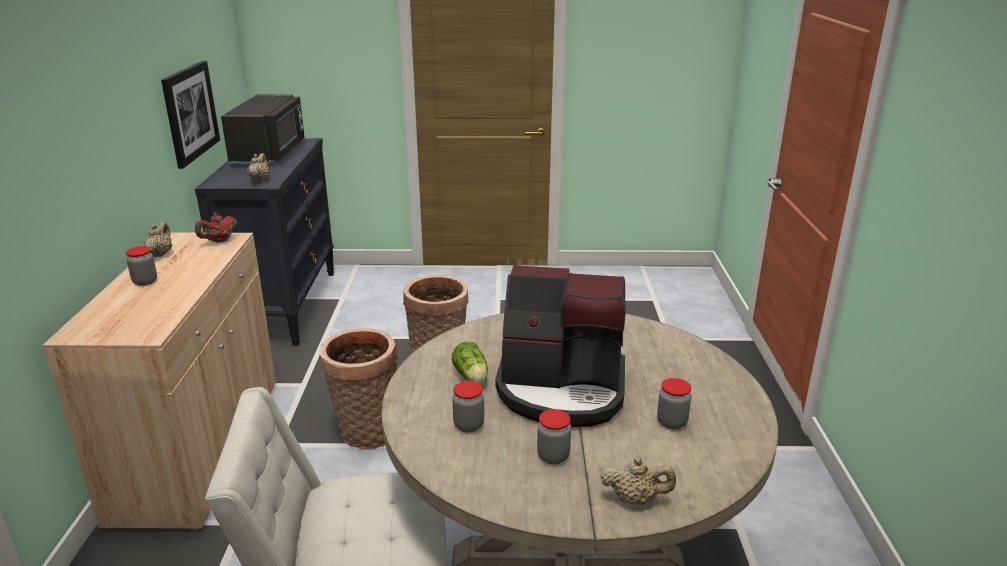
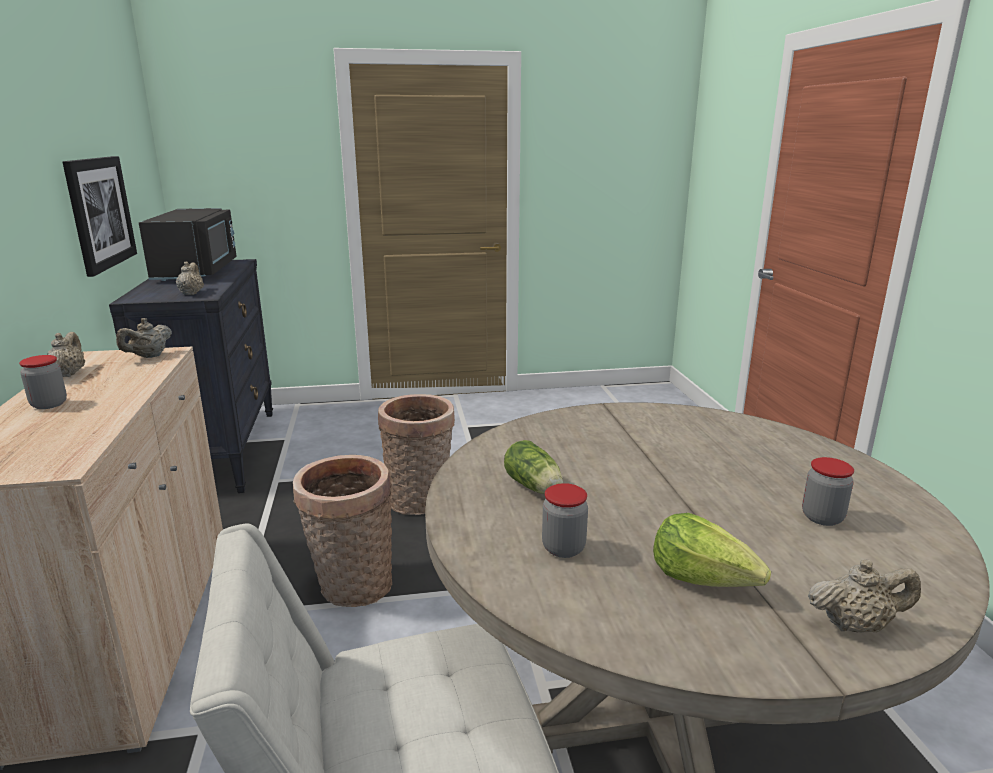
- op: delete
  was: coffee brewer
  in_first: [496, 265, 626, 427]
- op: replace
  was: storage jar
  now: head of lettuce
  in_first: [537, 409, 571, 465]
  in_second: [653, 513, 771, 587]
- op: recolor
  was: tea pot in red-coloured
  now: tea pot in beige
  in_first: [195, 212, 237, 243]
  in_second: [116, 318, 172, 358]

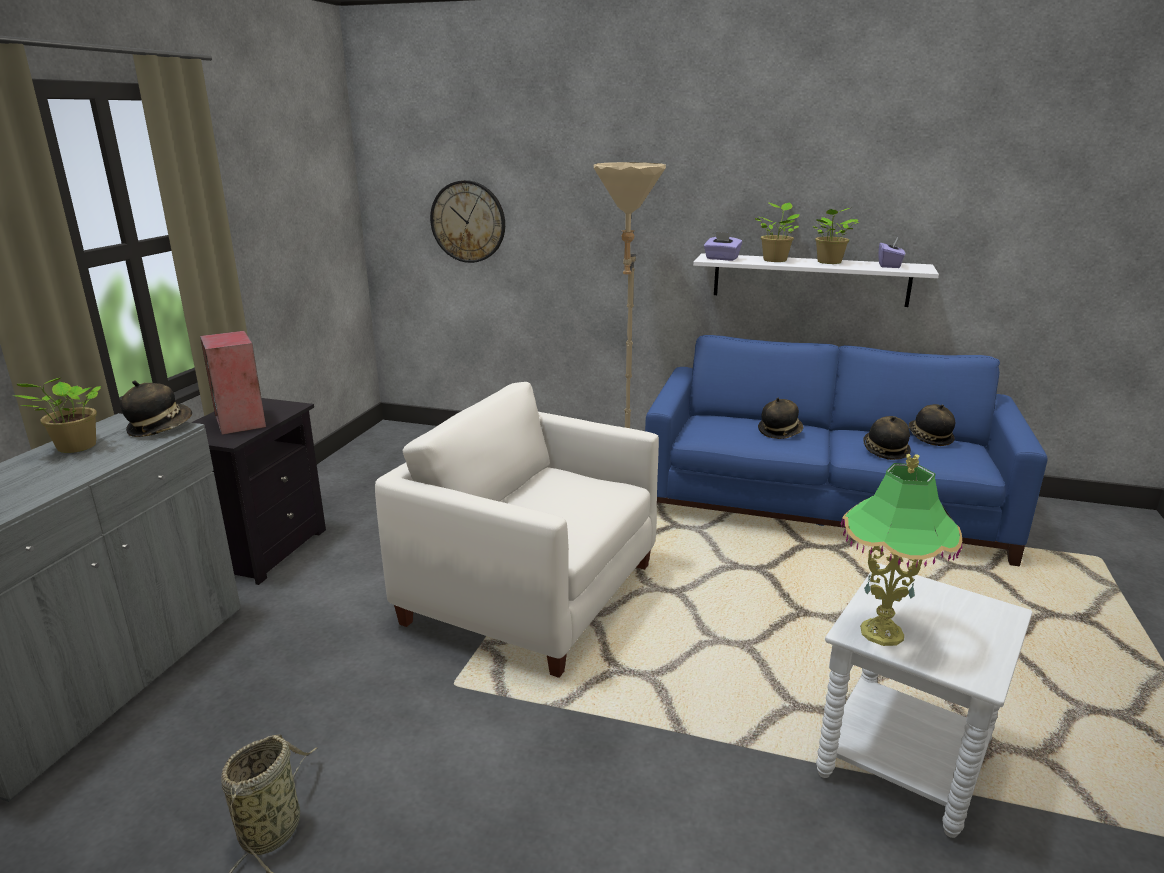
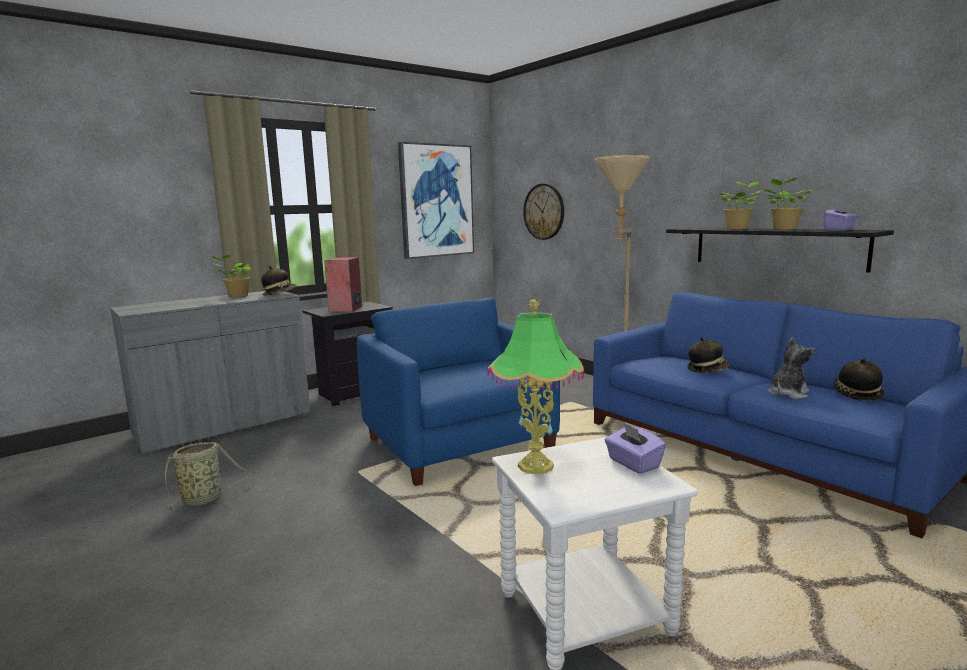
- op: insert
  now: wall picture
  in_second: [398, 142, 474, 259]
- op: move
  was: tissue holder in purplish
  in_first: [704, 232, 743, 261]
  in_second: [605, 422, 666, 474]
- op: replace
  was: hat
  now: soft toy
  in_first: [863, 416, 911, 460]
  in_second: [768, 337, 815, 399]
- op: recolor
  was: lounge chair in white
  now: lounge chair in bluish
  in_first: [375, 382, 659, 678]
  in_second: [357, 298, 560, 486]
- op: recolor
  was: wall shelf in white
  now: wall shelf in blackish
  in_first: [693, 253, 939, 307]
  in_second: [666, 228, 894, 273]

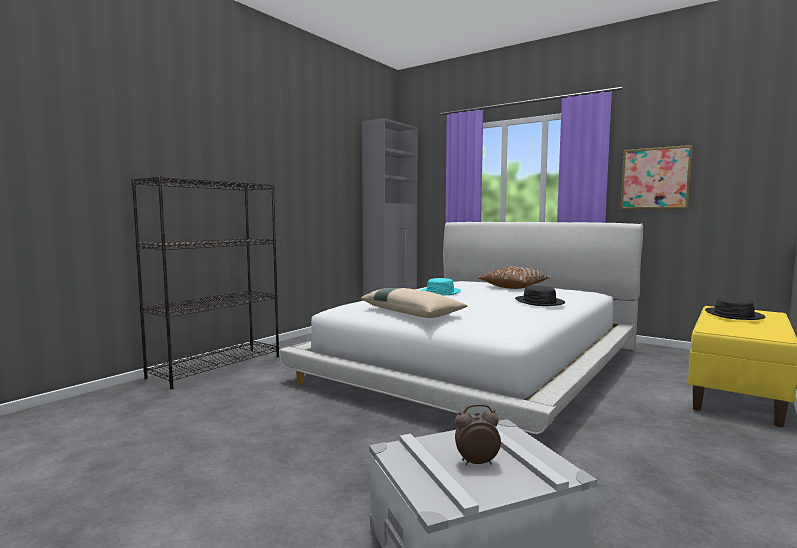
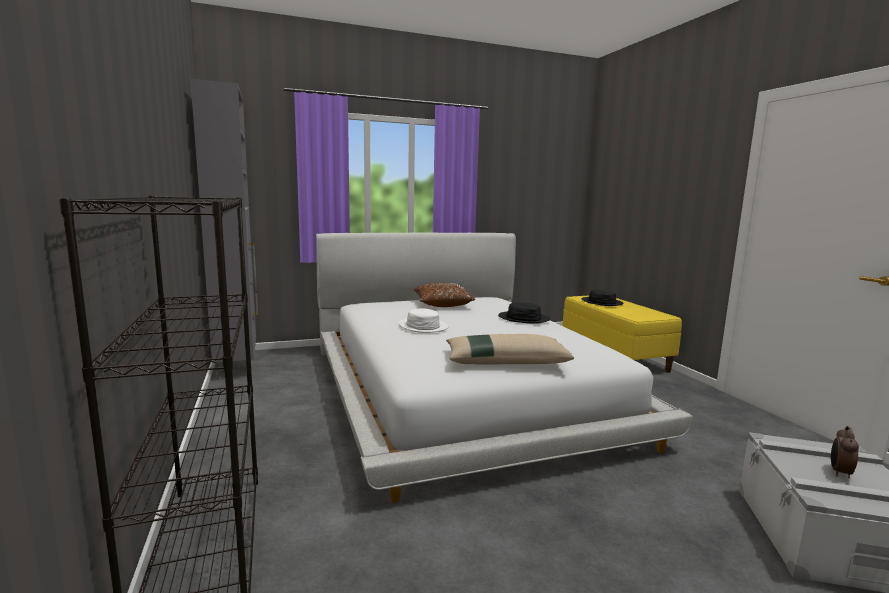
- op: delete
  was: wall picture
  in_first: [621, 145, 693, 209]
- op: recolor
  was: hat in turquoise
  now: hat in white
  in_first: [421, 278, 461, 296]
  in_second: [398, 308, 448, 333]

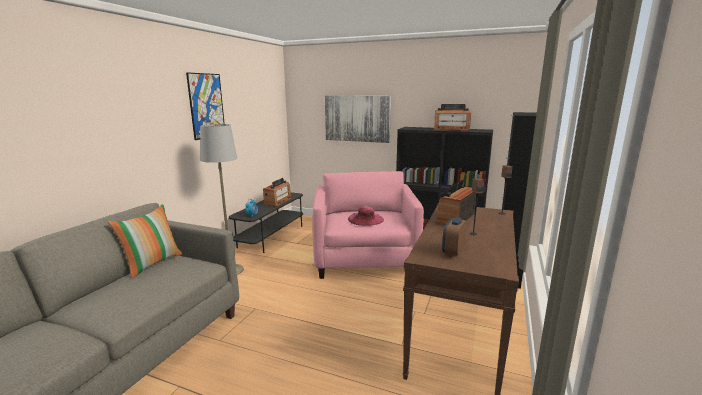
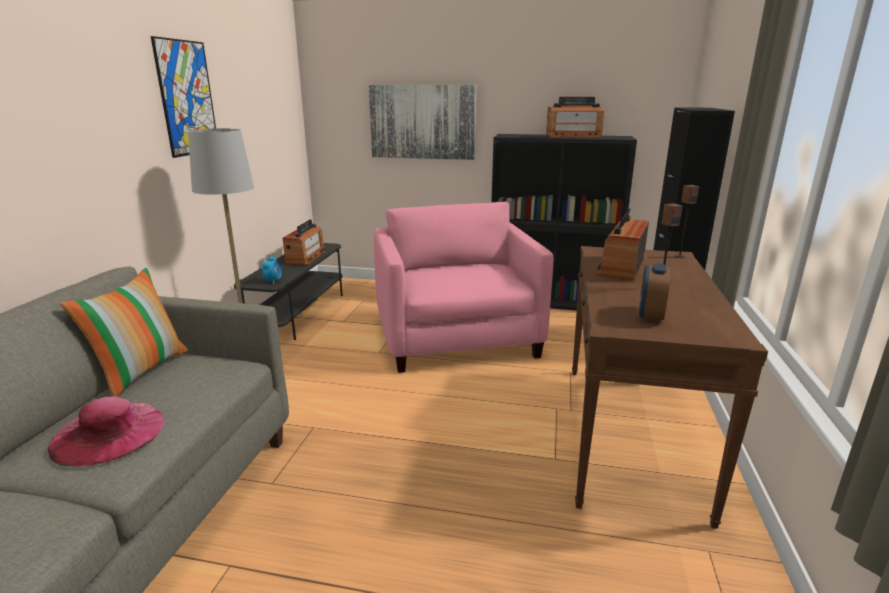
- op: move
  was: hat in pinkish
  in_first: [348, 206, 384, 226]
  in_second: [48, 397, 165, 466]

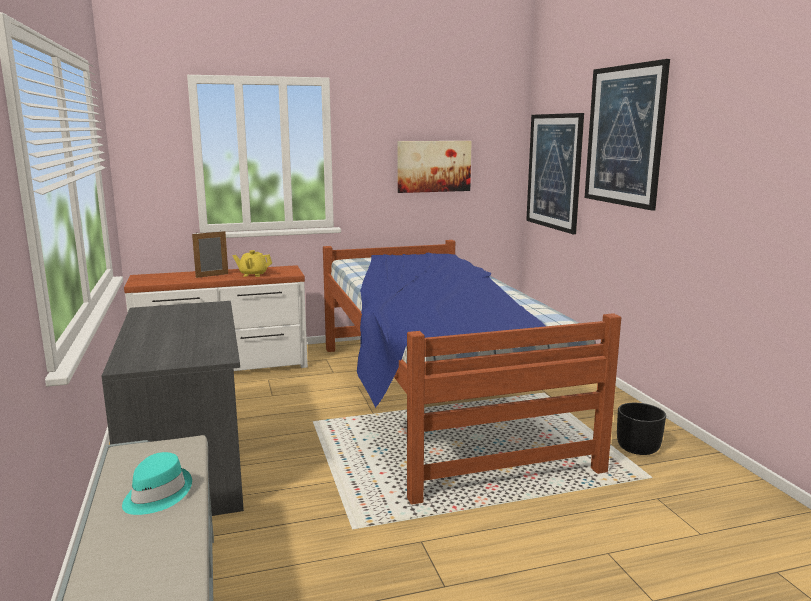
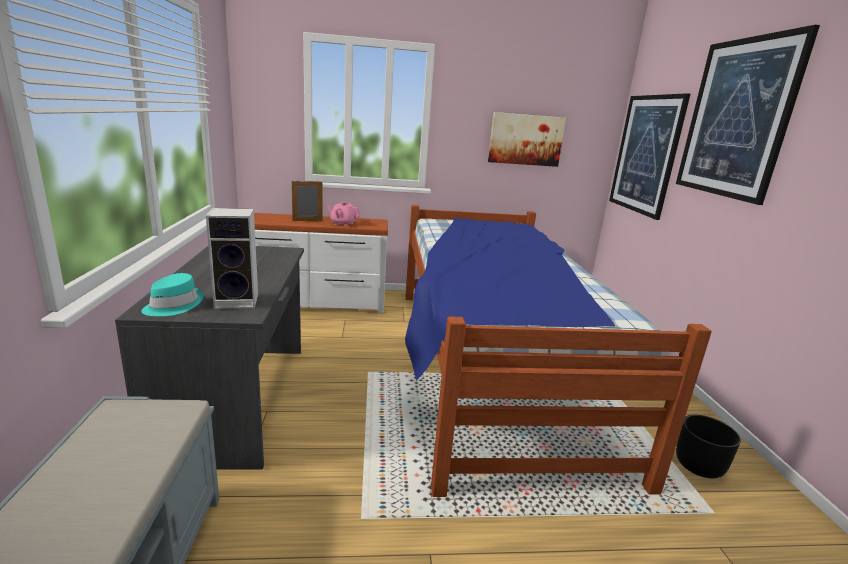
- op: insert
  now: loudspeaker
  in_second: [206, 208, 258, 309]
- op: move
  was: hat in turquoise
  in_first: [122, 452, 192, 515]
  in_second: [141, 273, 204, 316]
- op: recolor
  was: tea pot in yellow
  now: tea pot in pinkish
  in_first: [233, 250, 272, 277]
  in_second: [327, 202, 361, 227]

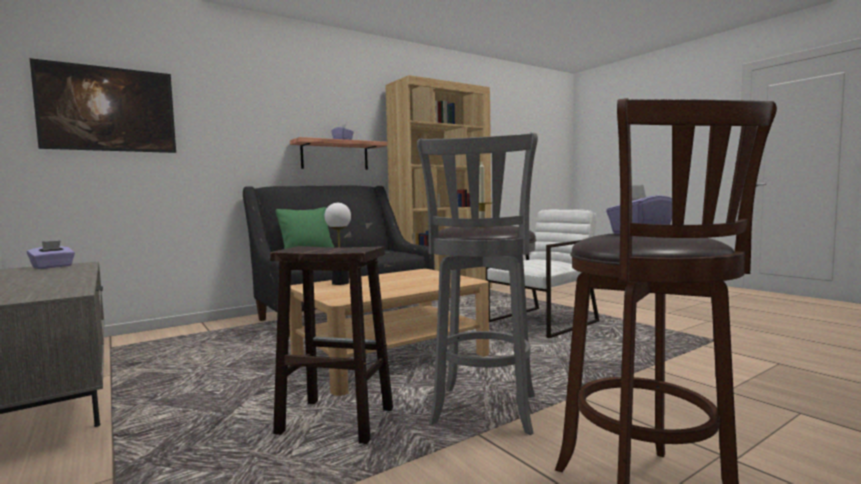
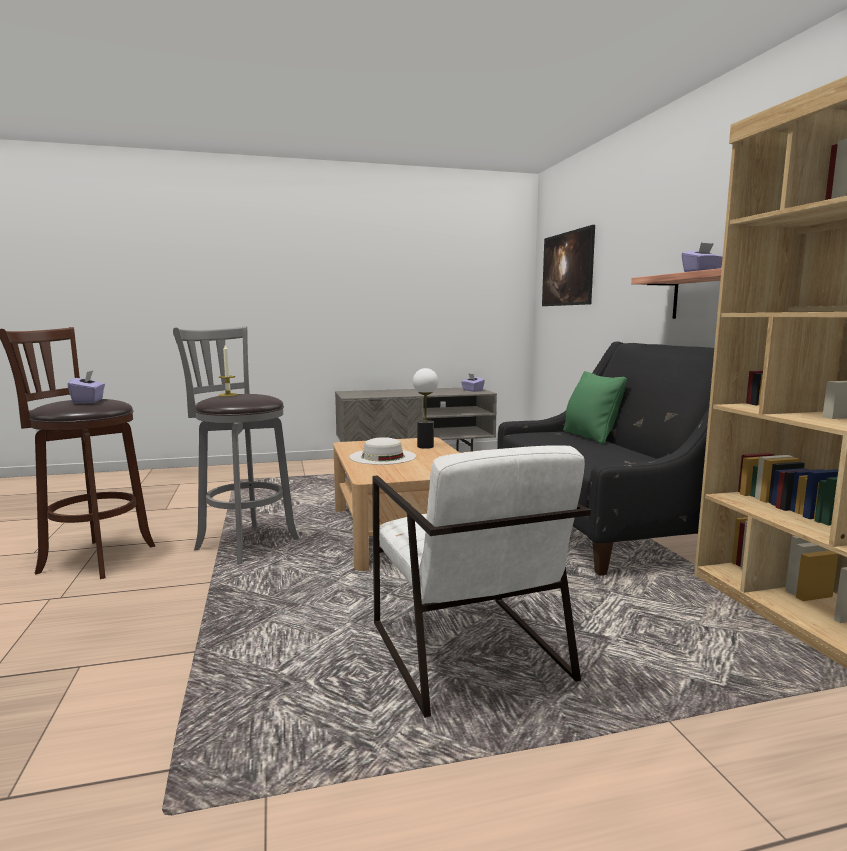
- op: delete
  was: stool in brown
  in_first: [270, 246, 393, 444]
- op: insert
  now: hat in white
  in_second: [349, 437, 416, 465]

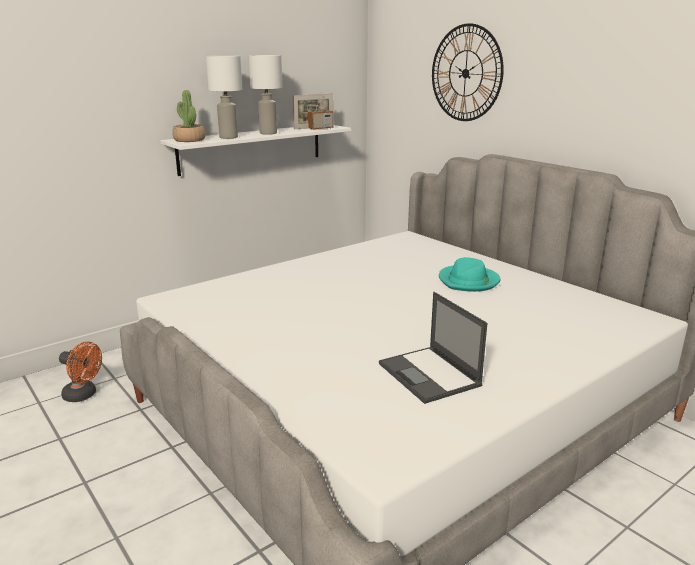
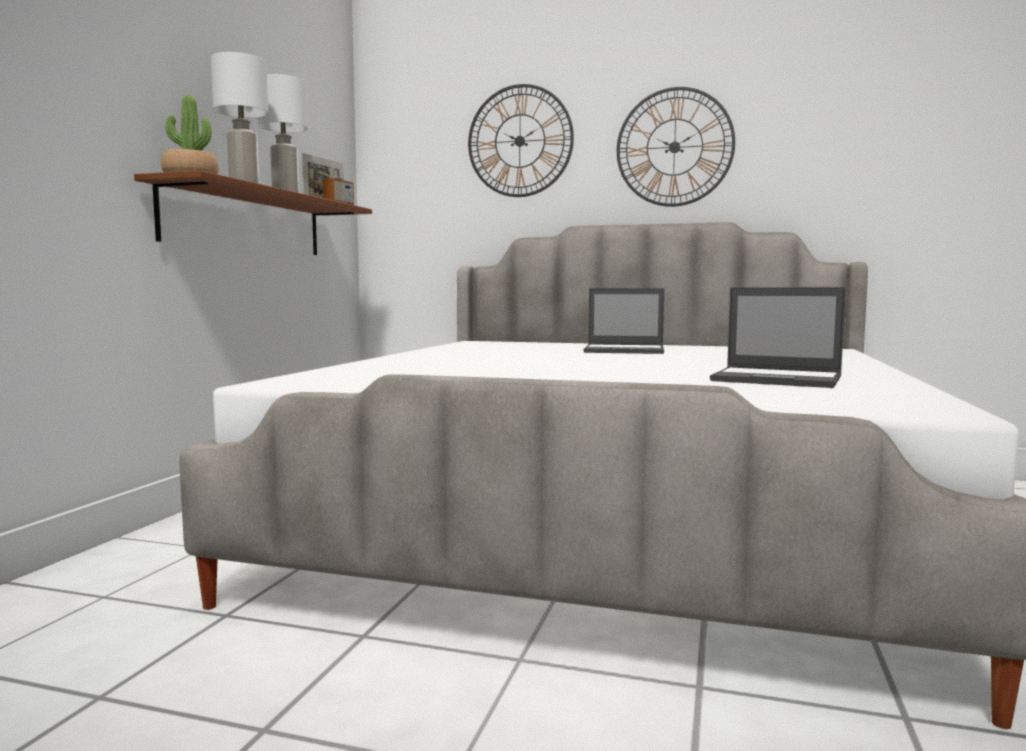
- op: delete
  was: cooling fan in orange
  in_first: [59, 342, 102, 402]
- op: insert
  now: hanging clock
  in_second: [617, 87, 735, 207]
- op: replace
  was: hat in turquoise
  now: laptop
  in_first: [439, 257, 500, 292]
  in_second: [583, 288, 664, 354]
- op: recolor
  was: wall shelf in white
  now: wall shelf in brown
  in_first: [160, 125, 351, 176]
  in_second: [134, 170, 372, 255]

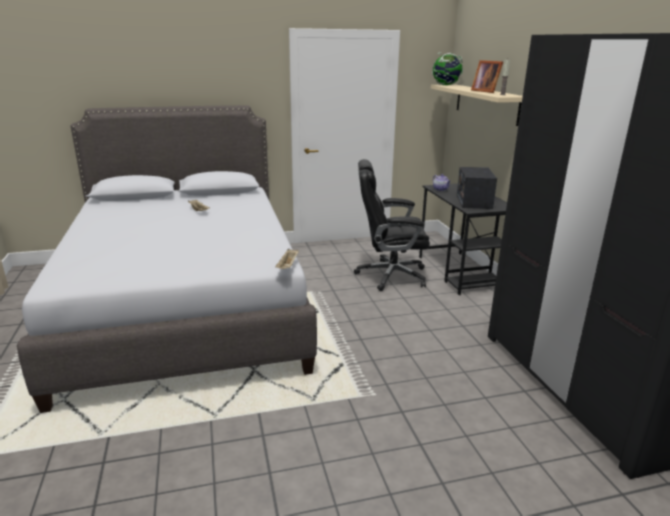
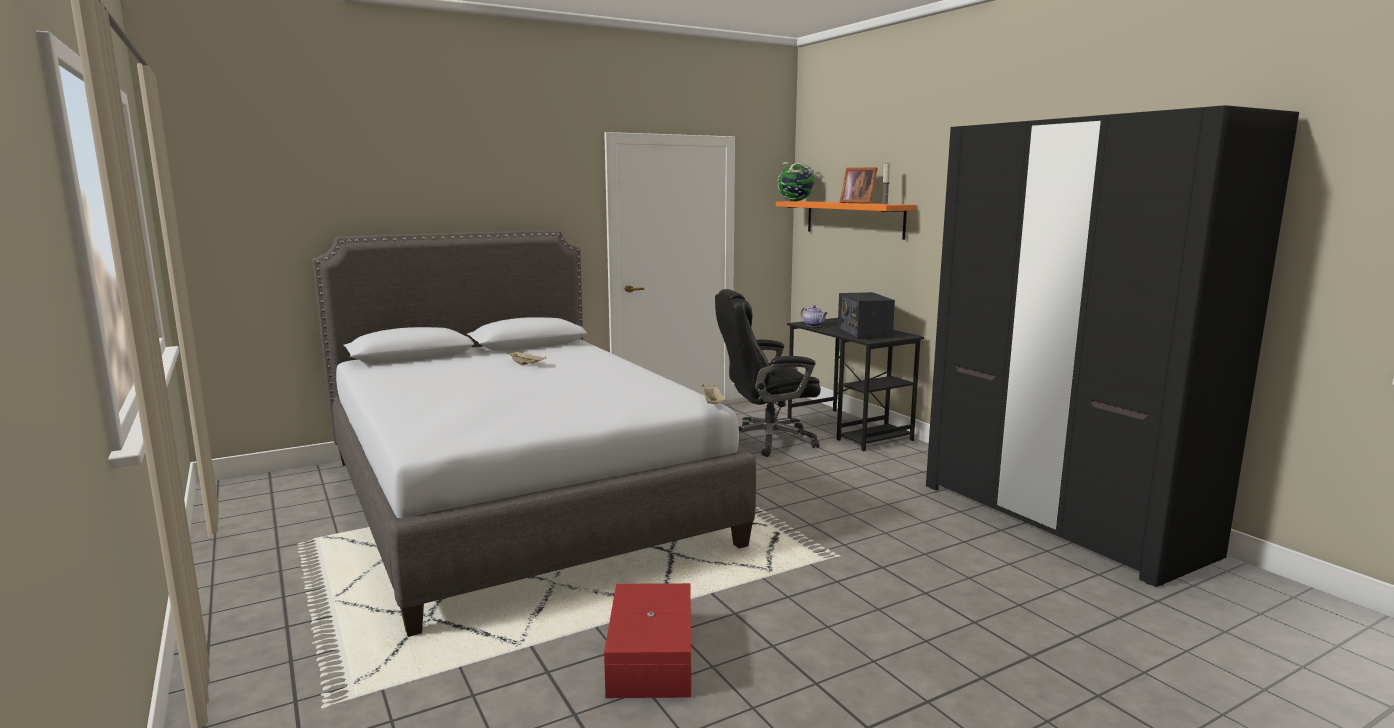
- op: insert
  now: storage box in red-coloured
  in_second: [604, 583, 691, 698]
- op: recolor
  was: wall shelf in beige
  now: wall shelf in orange
  in_first: [431, 84, 523, 126]
  in_second: [776, 201, 917, 240]

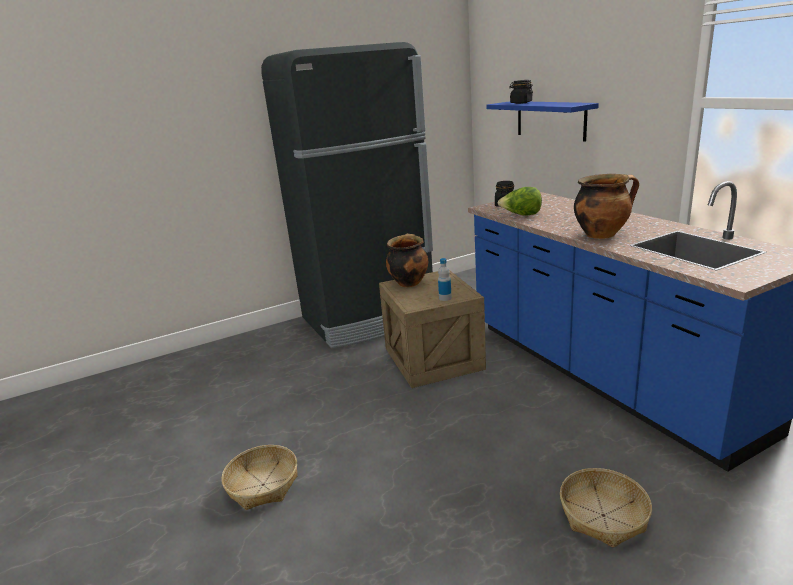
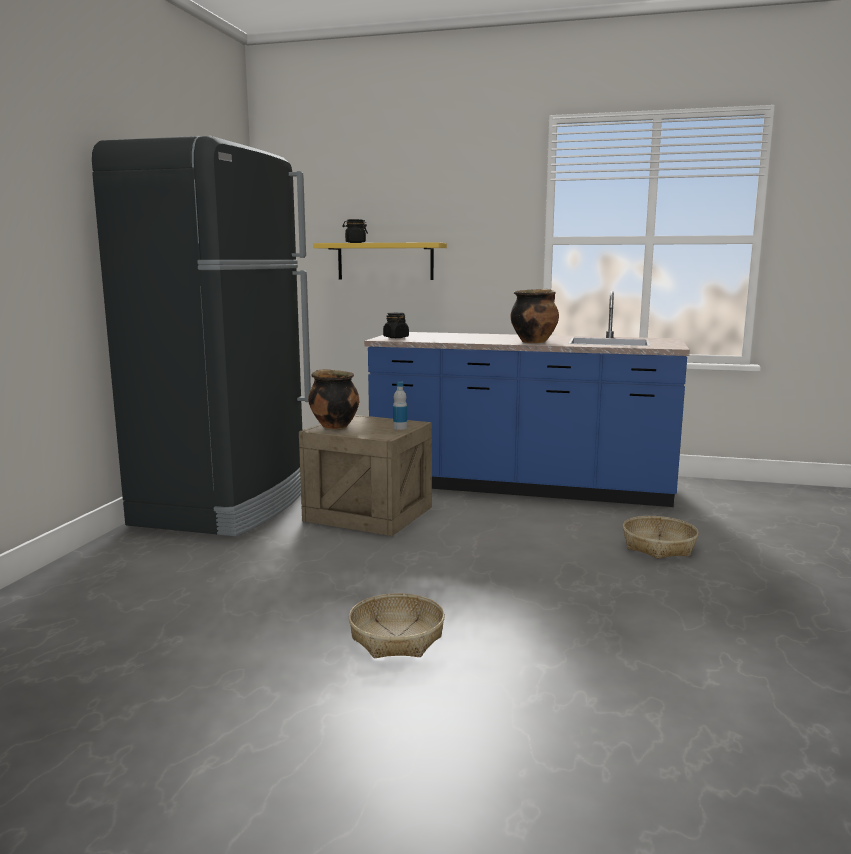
- op: delete
  was: head of lettuce
  in_first: [498, 187, 542, 216]
- op: recolor
  was: wall shelf in bluish
  now: wall shelf in yellow
  in_first: [486, 101, 599, 142]
  in_second: [313, 242, 447, 280]

